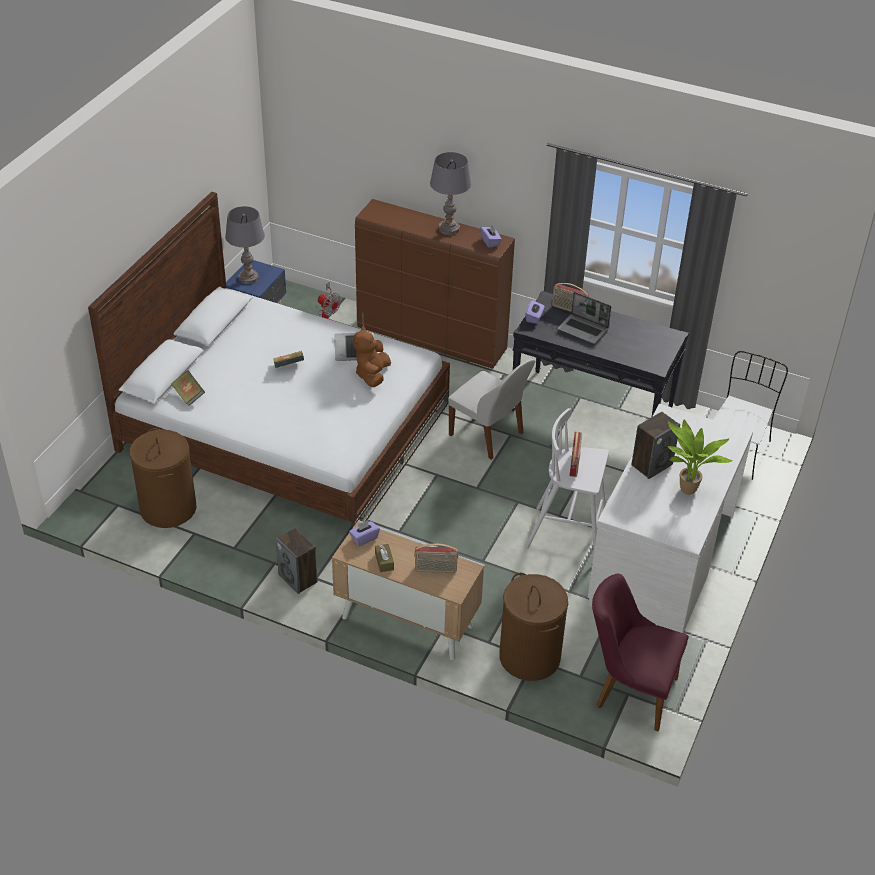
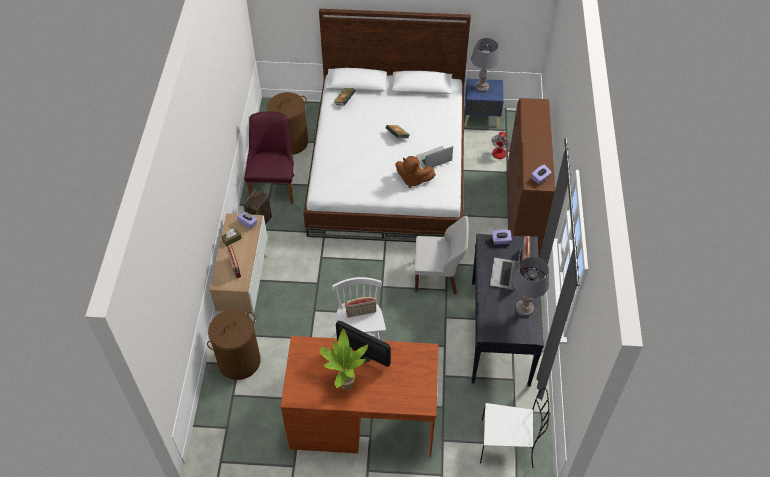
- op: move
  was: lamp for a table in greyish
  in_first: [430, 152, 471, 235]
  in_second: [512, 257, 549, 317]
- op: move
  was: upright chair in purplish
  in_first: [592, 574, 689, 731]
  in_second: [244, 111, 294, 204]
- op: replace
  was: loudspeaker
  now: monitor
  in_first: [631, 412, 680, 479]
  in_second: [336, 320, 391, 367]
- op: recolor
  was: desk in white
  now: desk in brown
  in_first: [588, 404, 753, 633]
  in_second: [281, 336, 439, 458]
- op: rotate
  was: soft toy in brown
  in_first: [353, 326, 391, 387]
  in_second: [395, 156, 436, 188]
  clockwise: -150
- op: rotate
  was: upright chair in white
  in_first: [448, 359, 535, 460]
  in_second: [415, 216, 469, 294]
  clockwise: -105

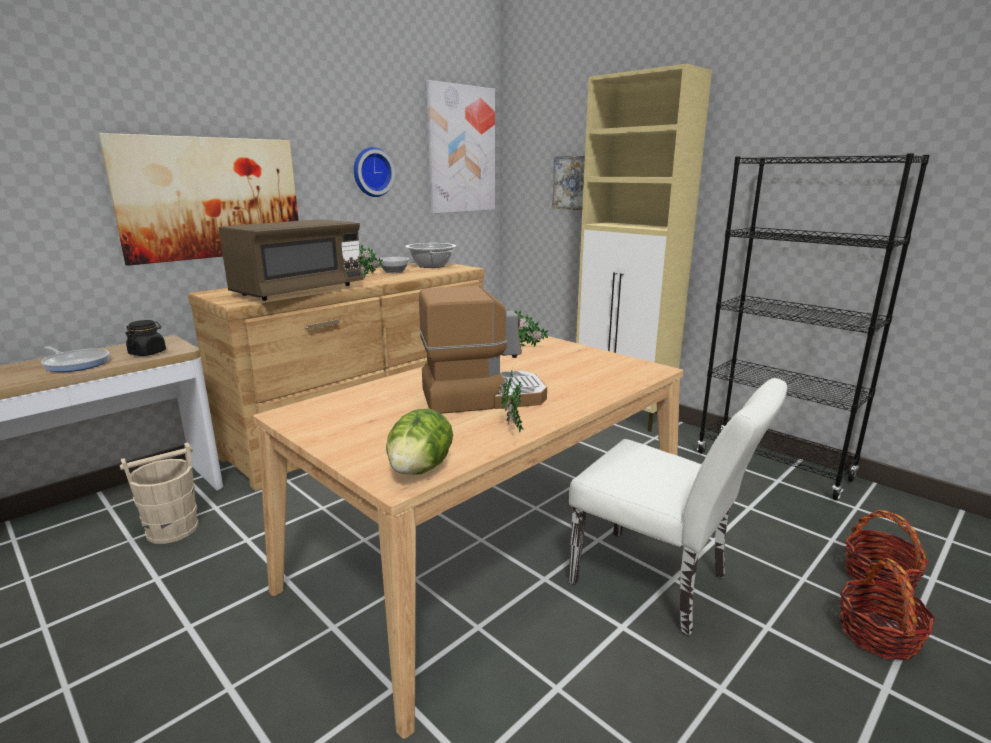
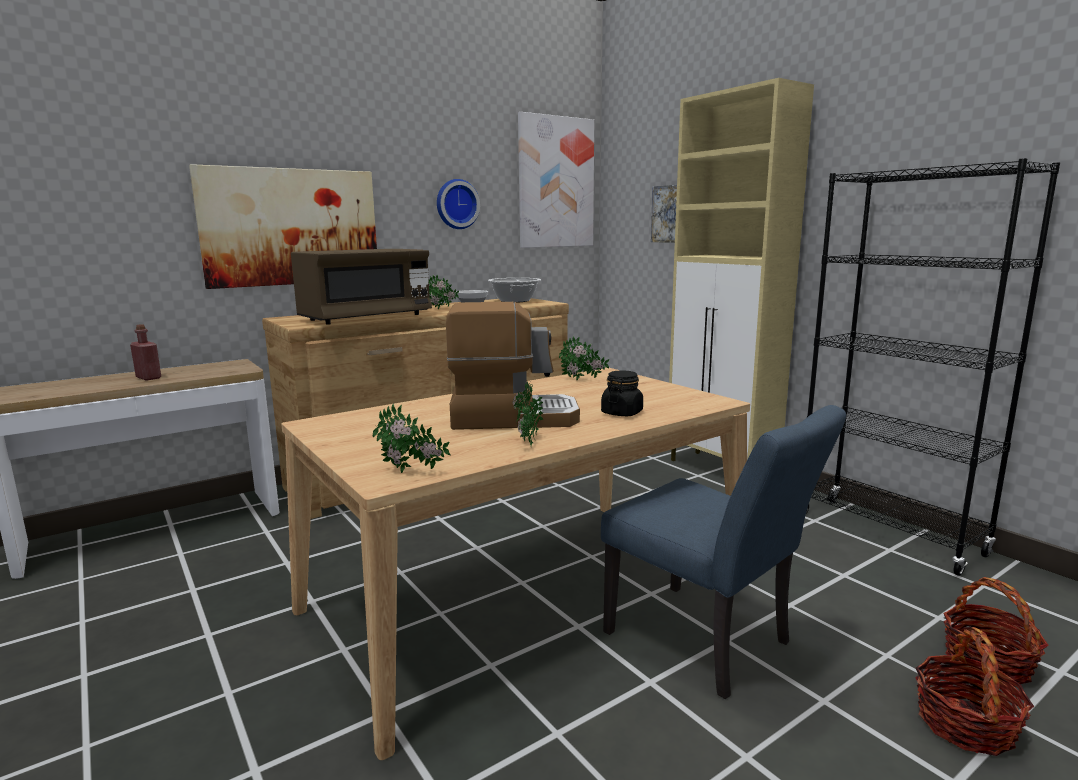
- op: delete
  was: water bucket in beige
  in_first: [120, 442, 199, 544]
- op: move
  was: storage jar in blackish
  in_first: [126, 320, 166, 356]
  in_second: [601, 370, 643, 416]
- op: replace
  was: skillet
  now: drink bottle in red-coloured
  in_first: [41, 346, 109, 372]
  in_second: [130, 324, 161, 380]
- op: replace
  was: head of lettuce
  now: potted plant
  in_first: [386, 408, 453, 475]
  in_second: [372, 403, 451, 473]
- op: recolor
  was: upright chair in white
  now: upright chair in bluish
  in_first: [568, 378, 787, 636]
  in_second: [601, 405, 846, 699]

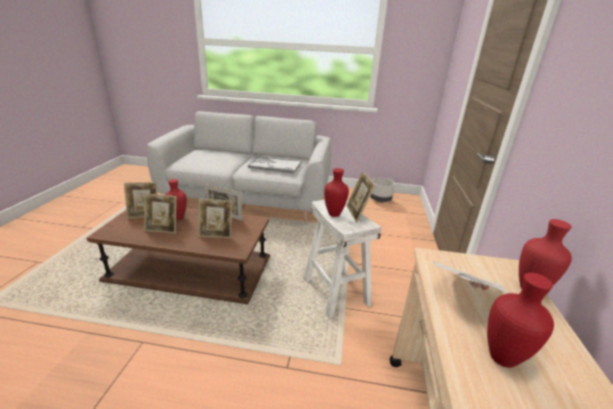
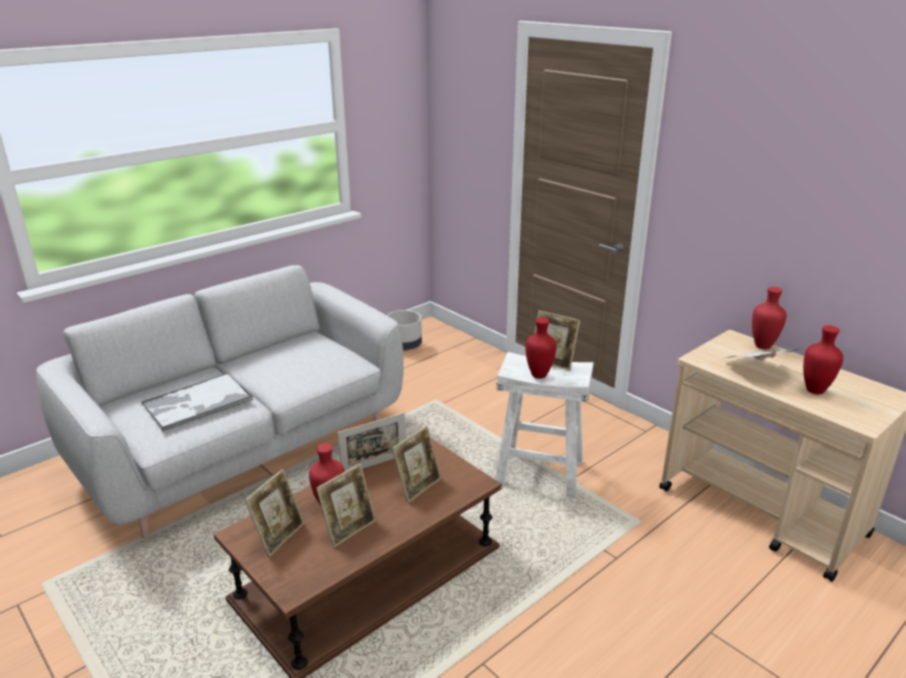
- op: move
  was: carrying tray
  in_first: [248, 156, 302, 174]
  in_second: [141, 373, 253, 431]

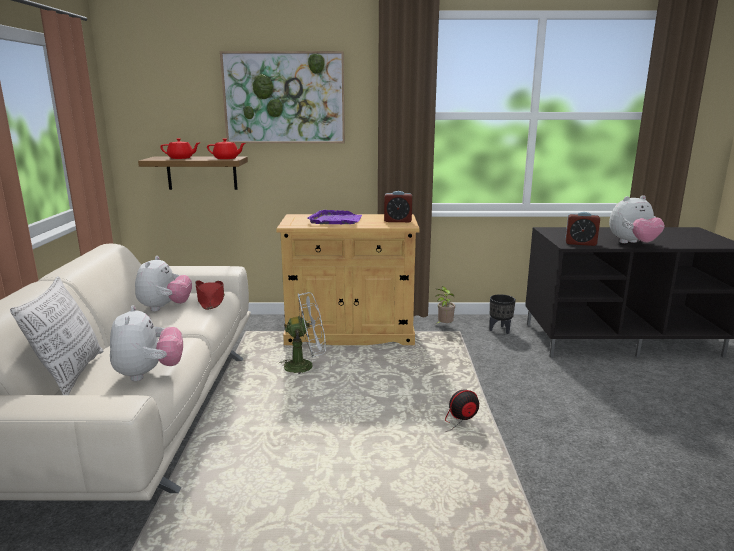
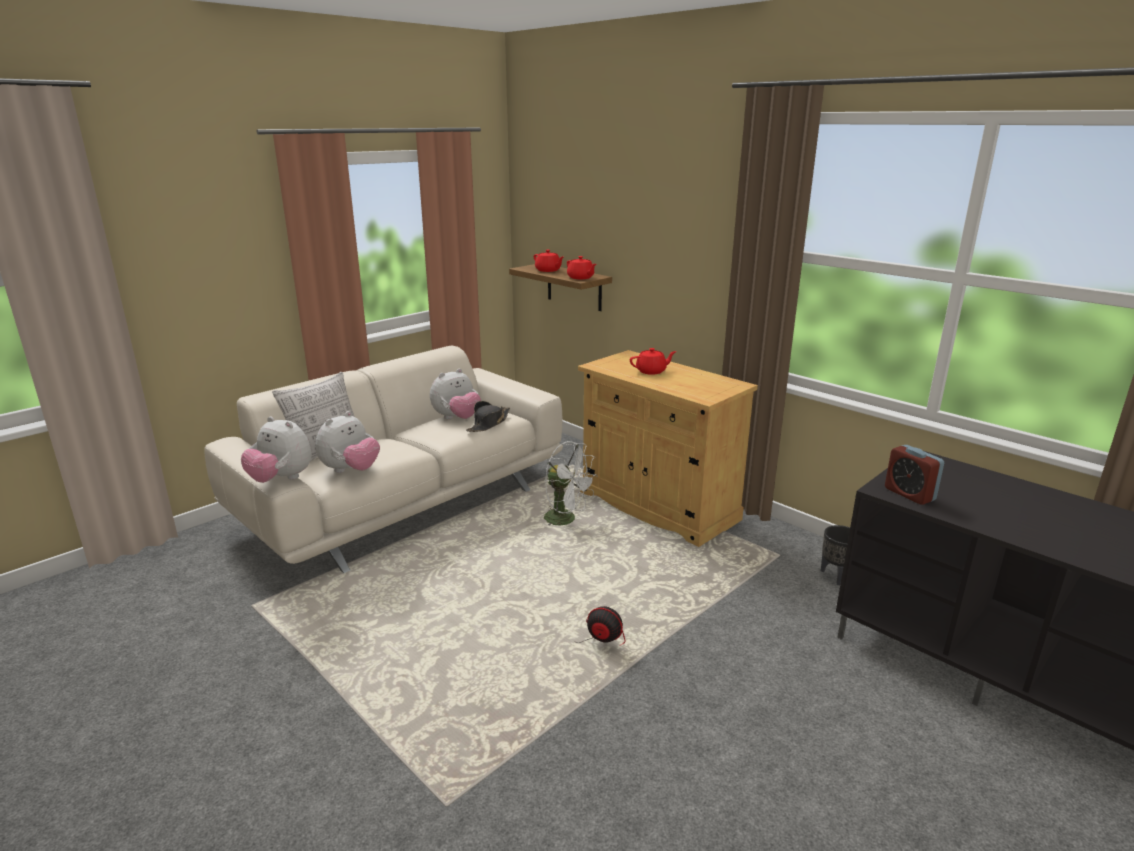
- op: delete
  was: wall picture
  in_first: [220, 51, 345, 143]
- op: delete
  was: bedside clock
  in_first: [384, 191, 412, 222]
- op: delete
  was: potted plant
  in_first: [435, 286, 455, 324]
- op: move
  was: soft toy
  in_first: [609, 195, 665, 243]
  in_second: [241, 417, 312, 483]
- op: replace
  was: carrying tray in purplish
  now: tea pot in red-coloured
  in_first: [308, 210, 362, 224]
  in_second: [630, 348, 677, 375]
- op: recolor
  was: hat in red-coloured
  now: hat in blackish
  in_first: [195, 280, 225, 310]
  in_second: [466, 401, 510, 432]

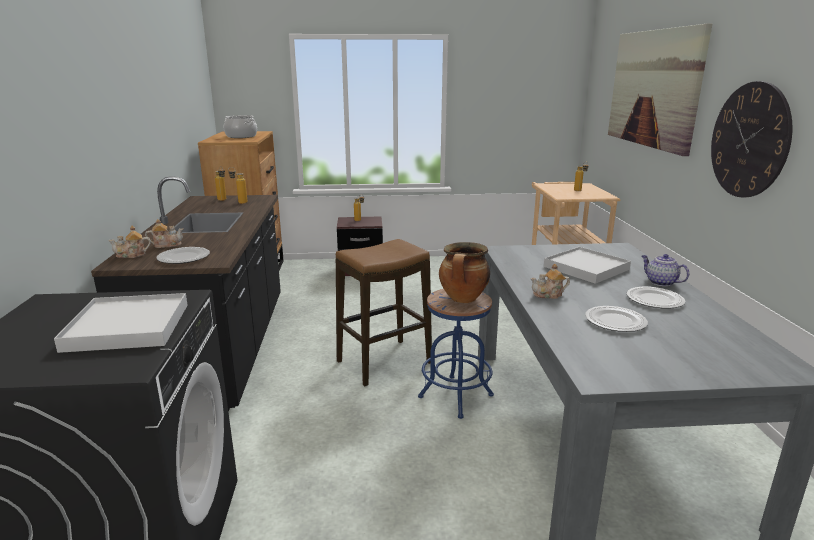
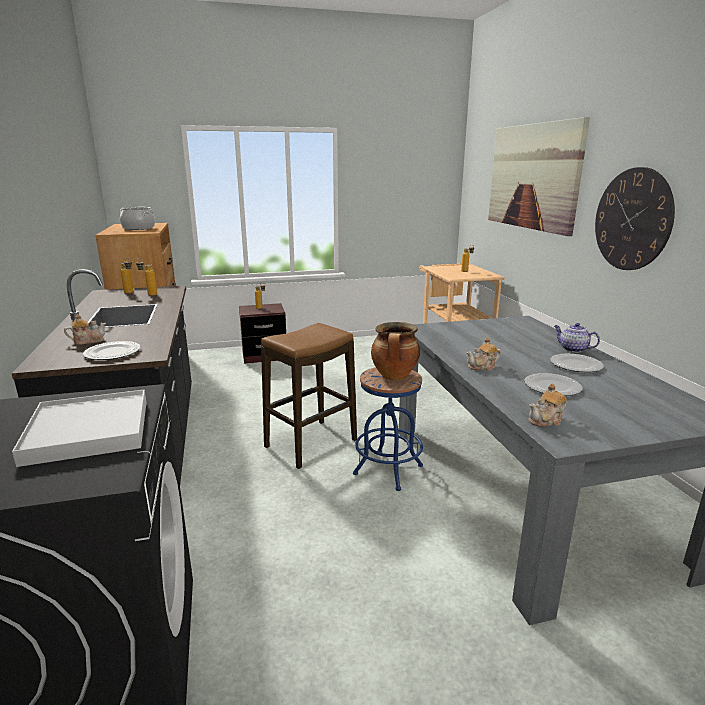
- op: delete
  was: carrying tray in white
  in_first: [544, 247, 631, 284]
- op: move
  was: tea pot
  in_first: [108, 226, 151, 258]
  in_second: [528, 384, 567, 427]

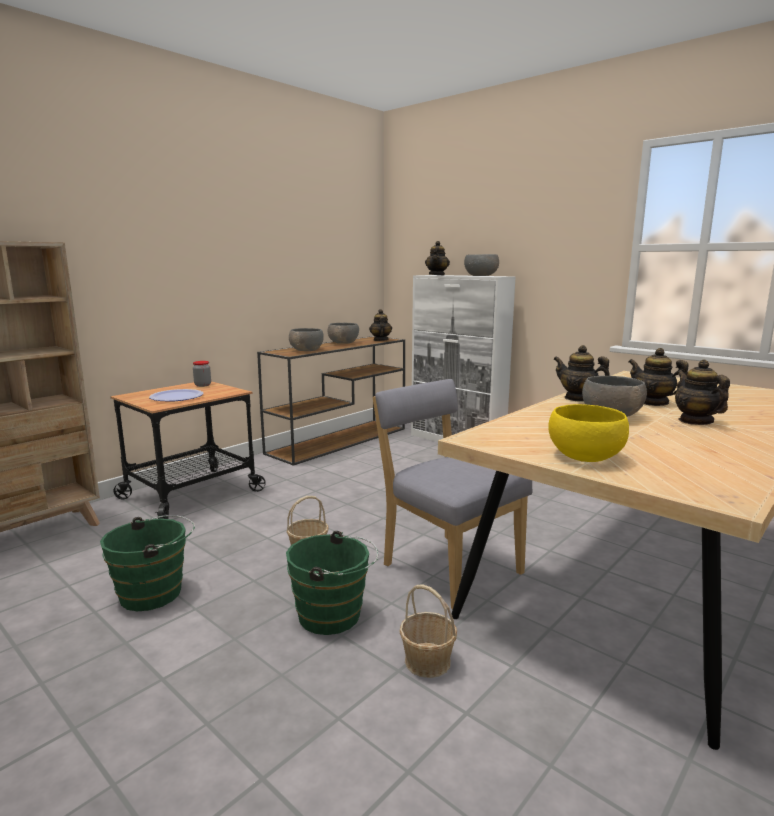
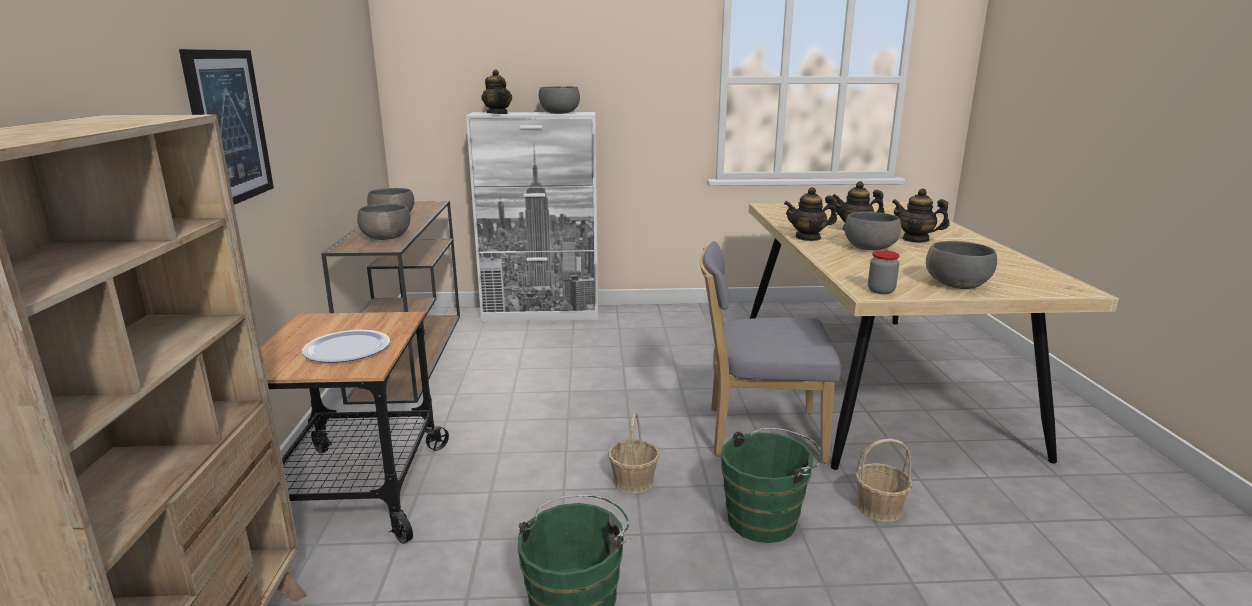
- op: delete
  was: tea pot
  in_first: [369, 309, 392, 341]
- op: insert
  now: wall picture
  in_second: [179, 49, 274, 205]
- op: move
  was: storage jar
  in_first: [193, 361, 211, 387]
  in_second: [868, 250, 899, 294]
- op: recolor
  was: serving bowl in yellow
  now: serving bowl in greyish
  in_first: [548, 404, 629, 462]
  in_second: [926, 241, 997, 289]

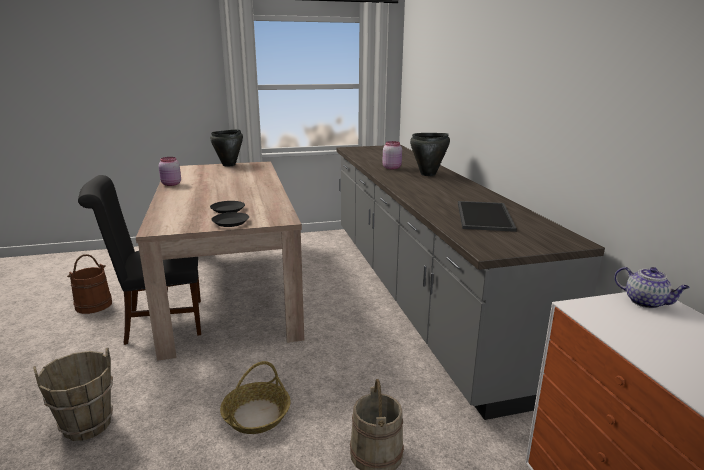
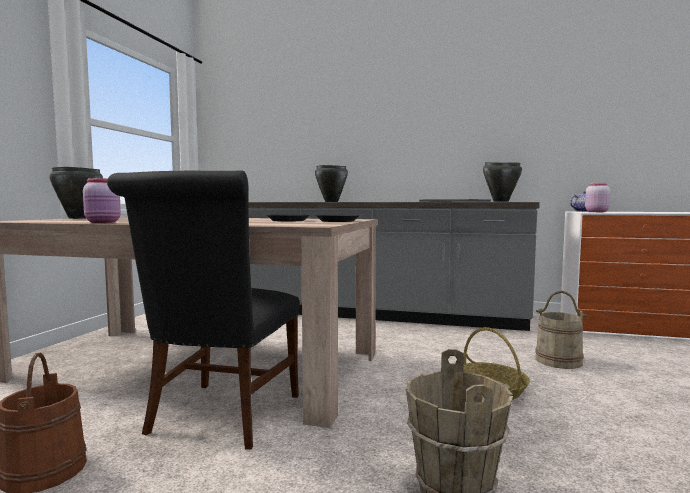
- op: insert
  now: saucepot in blackish
  in_second: [483, 162, 522, 202]
- op: move
  was: storage jar in pinkish
  in_first: [383, 141, 402, 169]
  in_second: [585, 183, 610, 212]

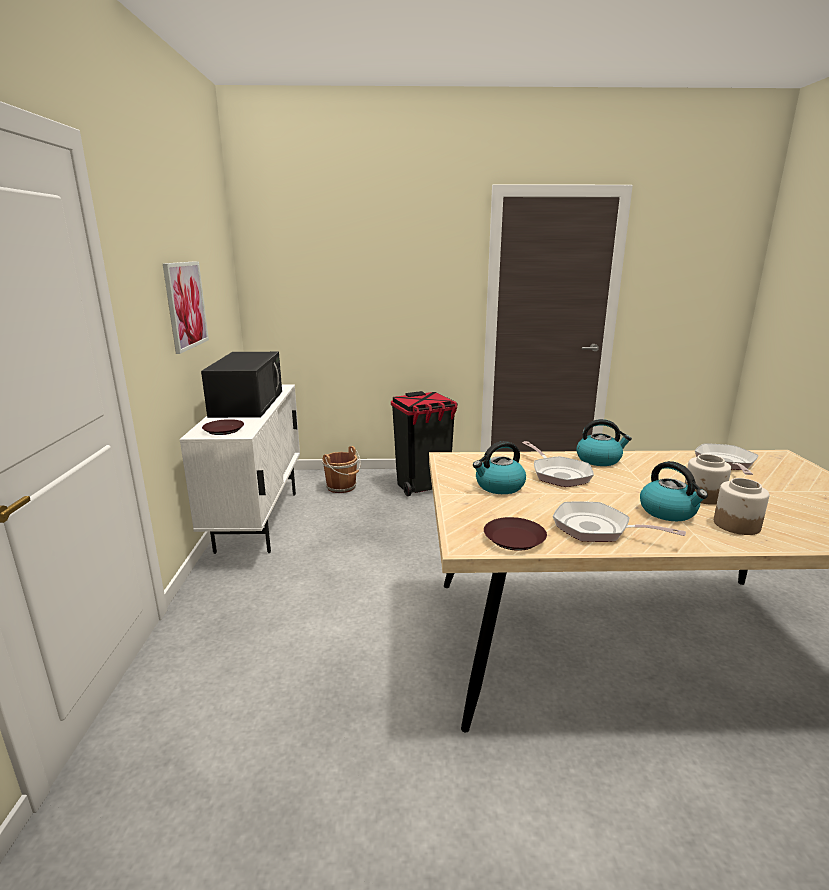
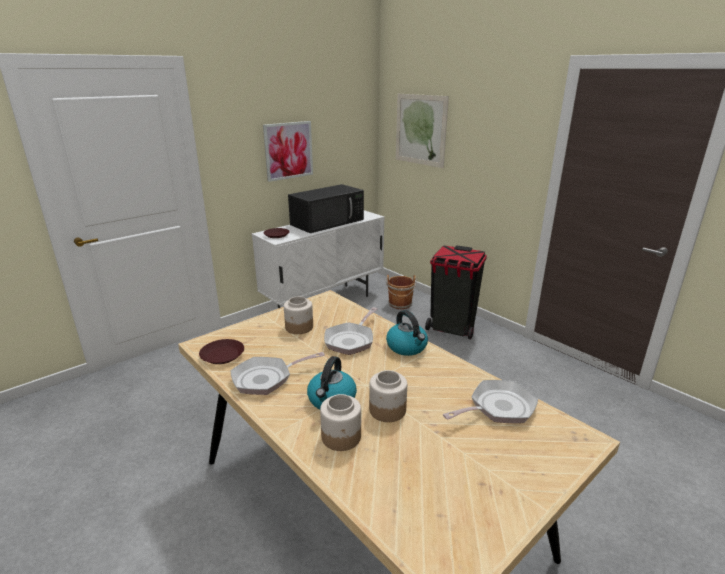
- op: insert
  now: wall picture
  in_second: [396, 94, 449, 168]
- op: replace
  was: kettle
  now: storage jar
  in_first: [473, 441, 526, 494]
  in_second: [284, 296, 313, 334]
- op: rotate
  was: skillet
  in_first: [553, 501, 686, 542]
  in_second: [231, 352, 325, 395]
  clockwise: -105

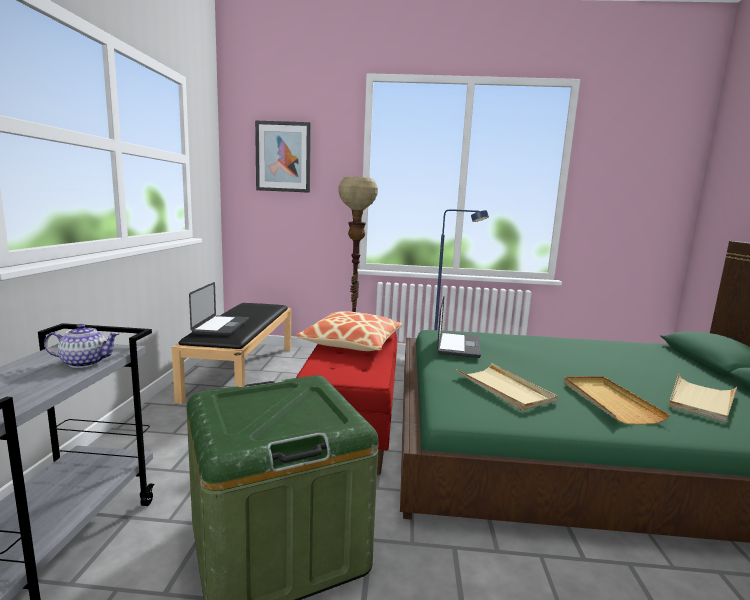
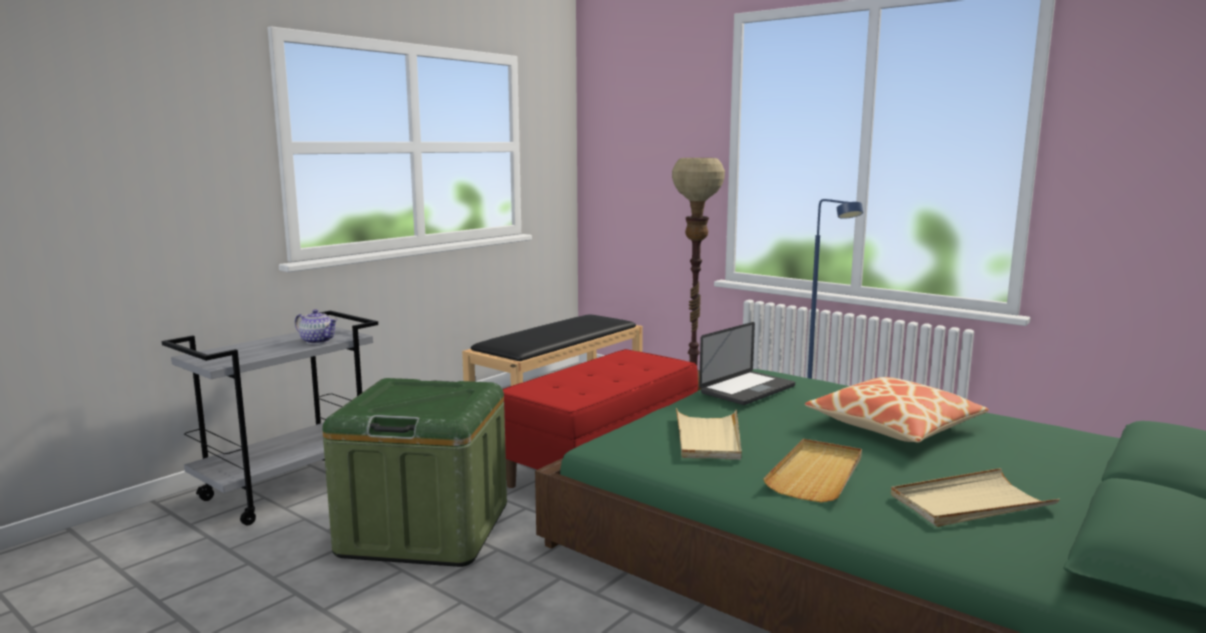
- op: delete
  was: laptop
  in_first: [189, 282, 249, 336]
- op: delete
  was: wall picture
  in_first: [255, 120, 311, 193]
- op: move
  was: pillow
  in_first: [296, 311, 403, 351]
  in_second: [805, 377, 989, 443]

